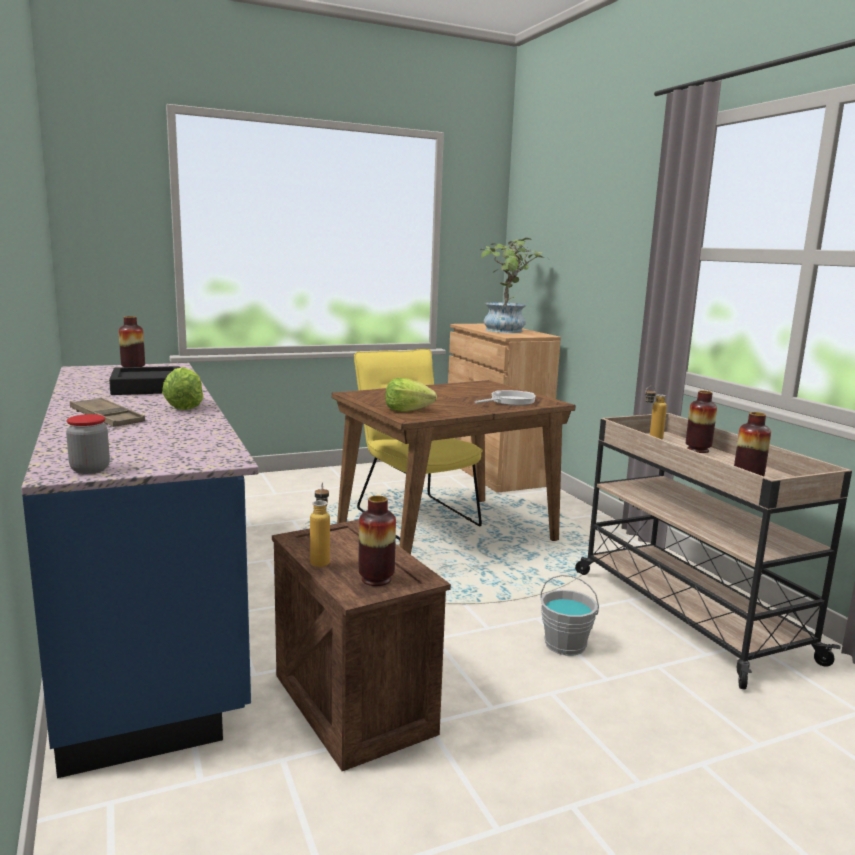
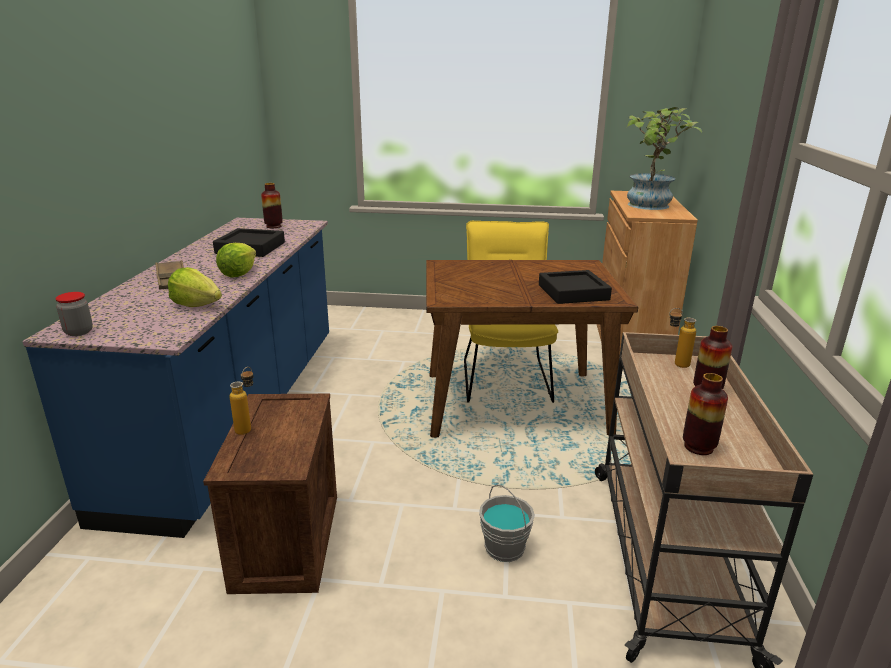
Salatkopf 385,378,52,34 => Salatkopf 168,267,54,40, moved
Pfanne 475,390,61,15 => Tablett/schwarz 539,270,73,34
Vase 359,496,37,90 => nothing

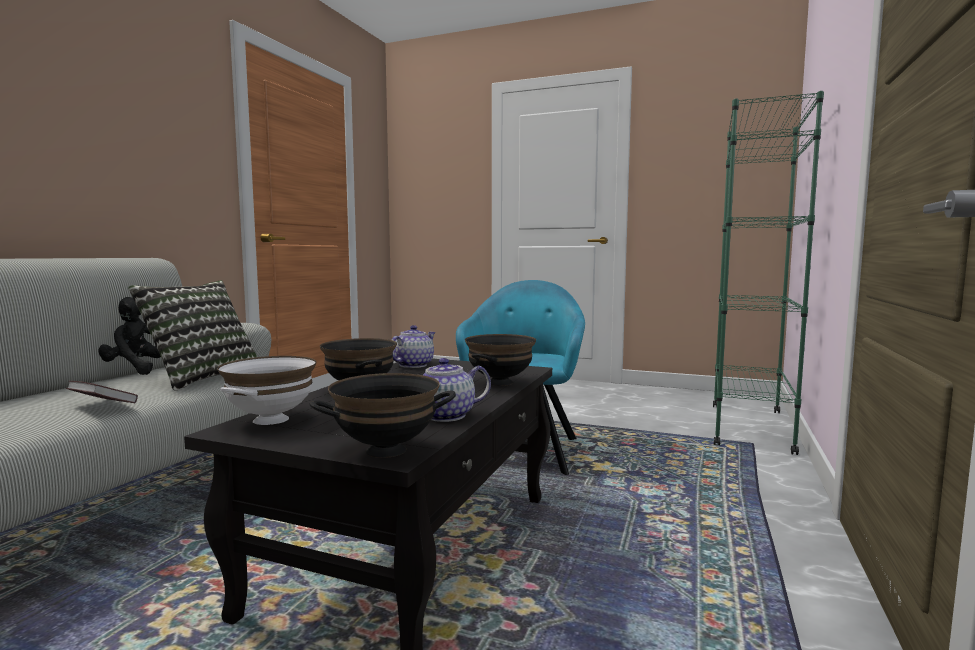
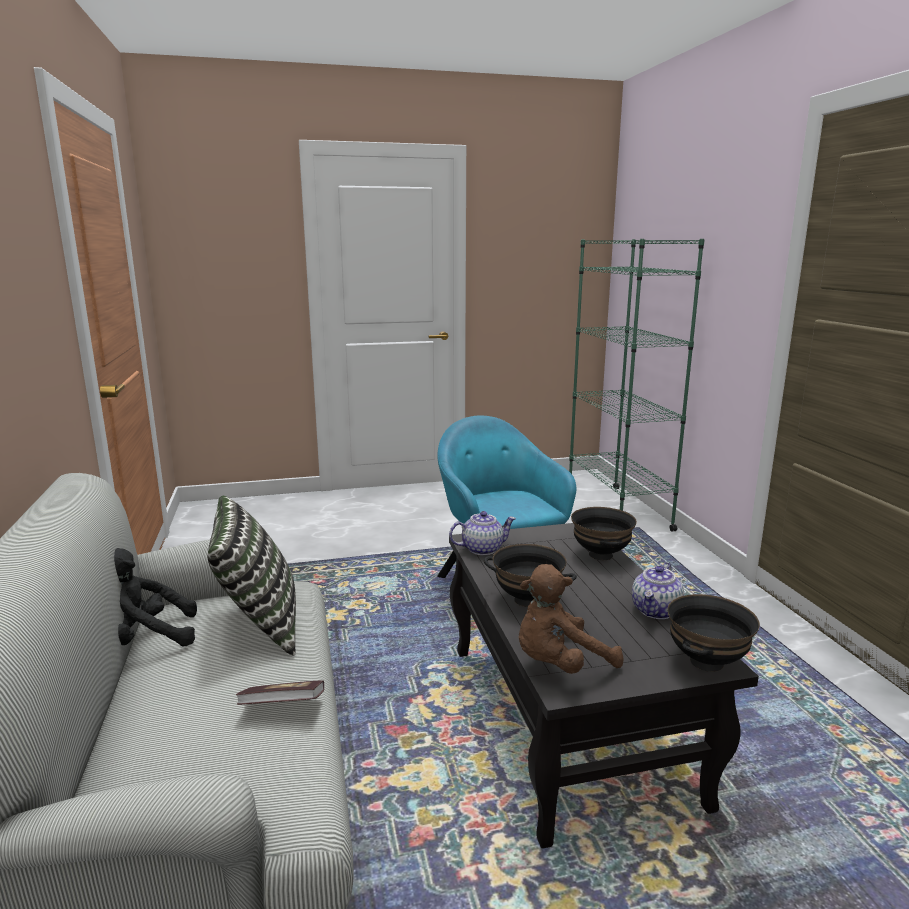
Teekanne 392,325,44,43 => Teekanne 449,511,67,44, 75 degrees clockwise
Schüssel/weiß 217,356,99,69 => Plüschtier/braun 519,564,105,110

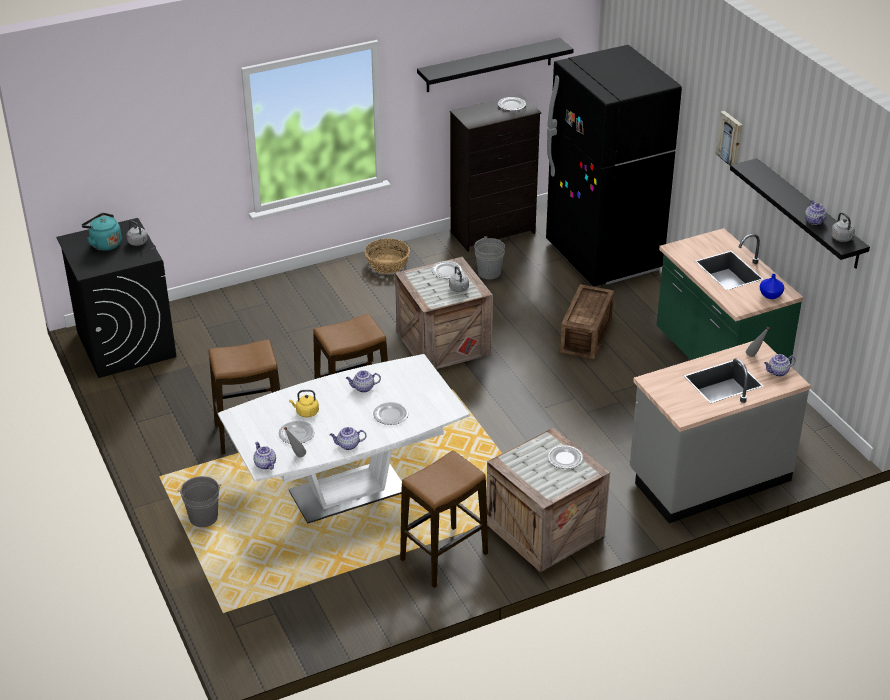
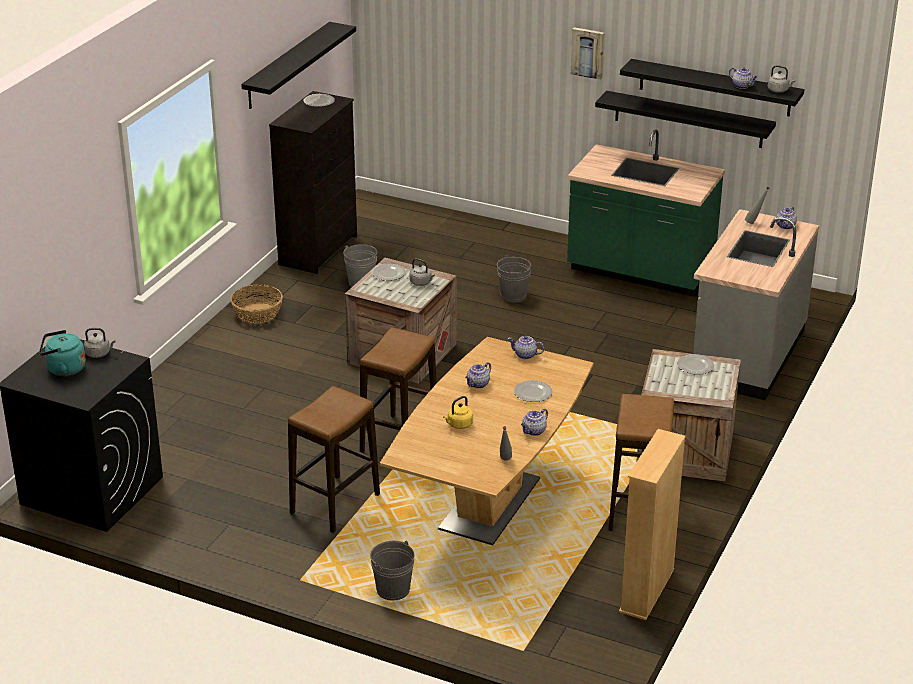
Esstisch/weiß 218,354,252,170 => Esstisch/braun 380,337,214,208
Kiste 560,284,54,75 => Eimer/grau 497,255,34,48
Teekanne 253,442,23,28 => Teekanne 508,336,36,23, moved
nothing => Wandregal/schwarz 595,91,181,57
nothing => Bücherregal/beige 619,429,67,191
Teller 279,421,36,23 => nothing
Kühlschrank/schwarz 546,45,136,242 => nothing
Vase/blau 760,274,24,25 => nothing

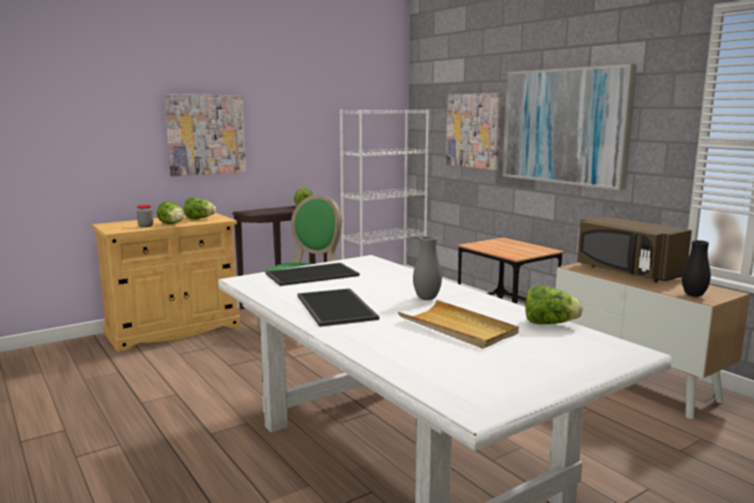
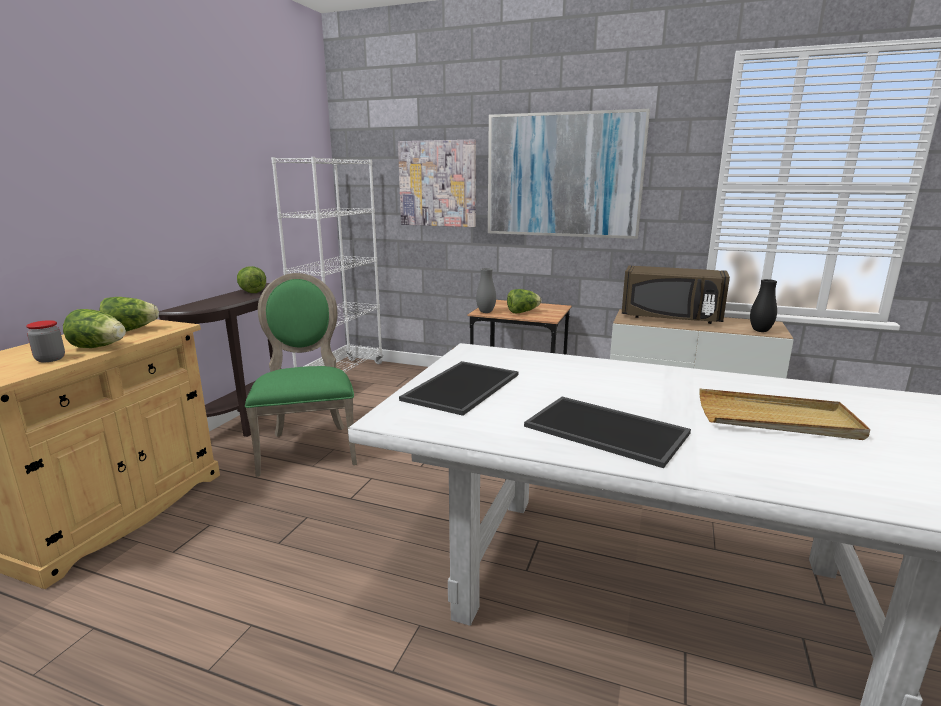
Vase/grau 413,236,29,64 => Vase/grau 476,268,20,45, moved
Salatkopf 525,286,58,39 => Salatkopf 507,289,34,24, moved
Bild 164,94,82,82 => nothing

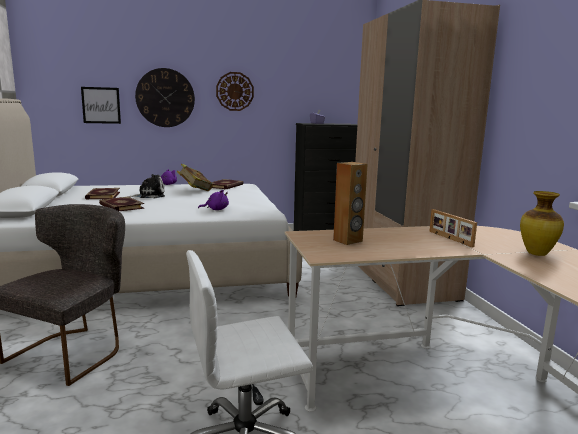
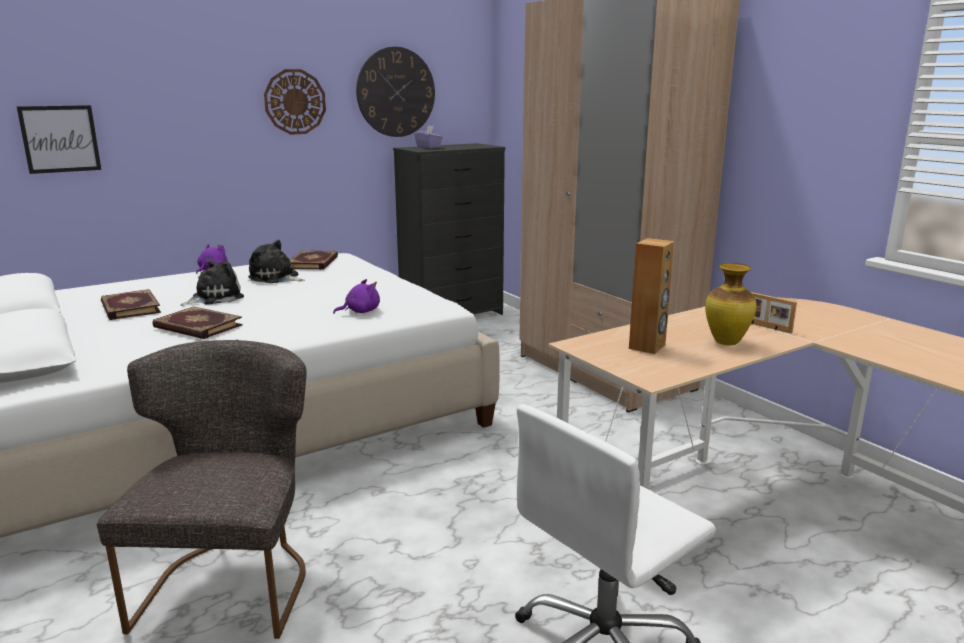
Buch 177,164,36,27 => Plüschtier 248,240,56,43
Wanduhr 135,68,60,59 => Wanduhr 356,47,79,90, moved
Vase 520,191,44,65 => Vase 705,263,52,82, moved

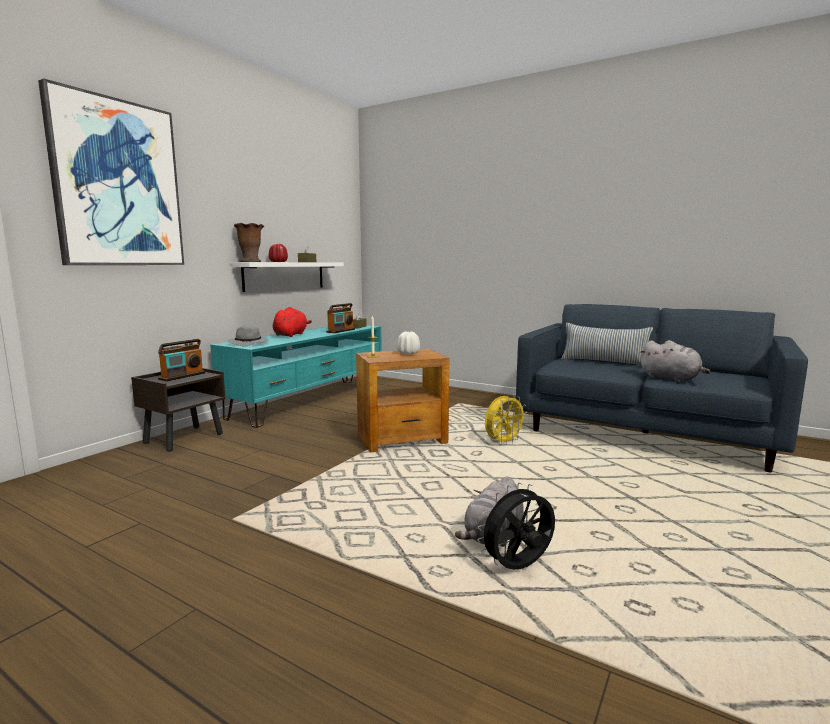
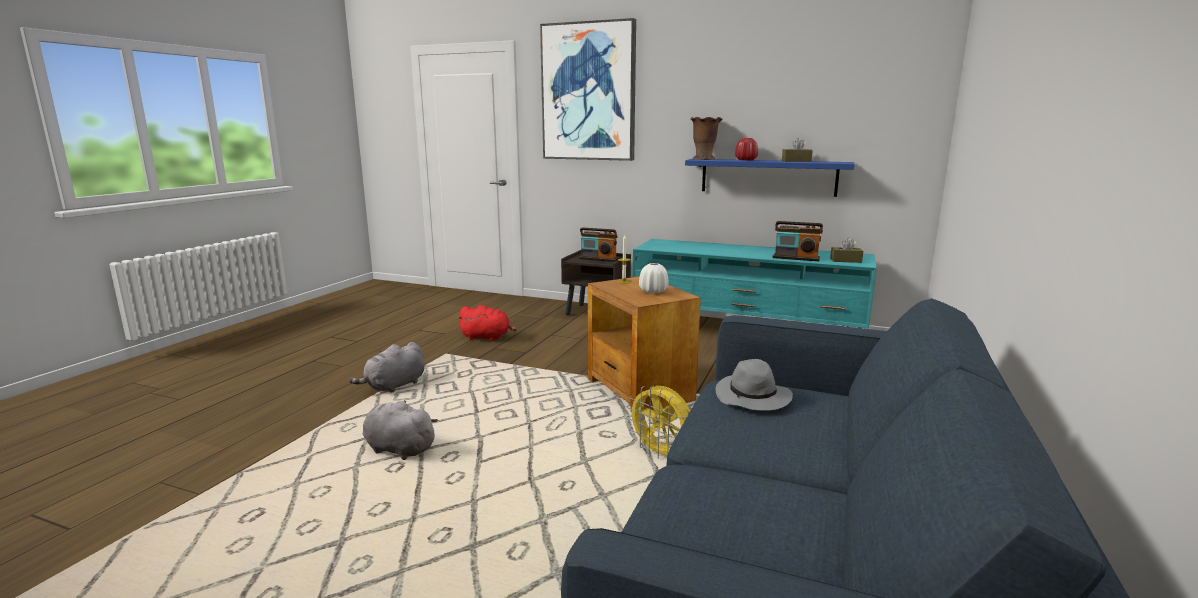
Plüschtier/grau 639,340,71,42 => Plüschtier/grau 349,342,76,50, moved
Plüschtier/rot 273,307,39,30 => Plüschtier/rot 458,305,59,36, moved
Wandregal/weiß 232,262,112,30 => Wandregal/blau 685,159,169,38
Hut/grau 228,325,41,22 => Hut/grau 715,359,78,52, moved
Ventilator/schwarz 477,483,78,87 => nothing
Kissen 561,323,92,43 => nothing

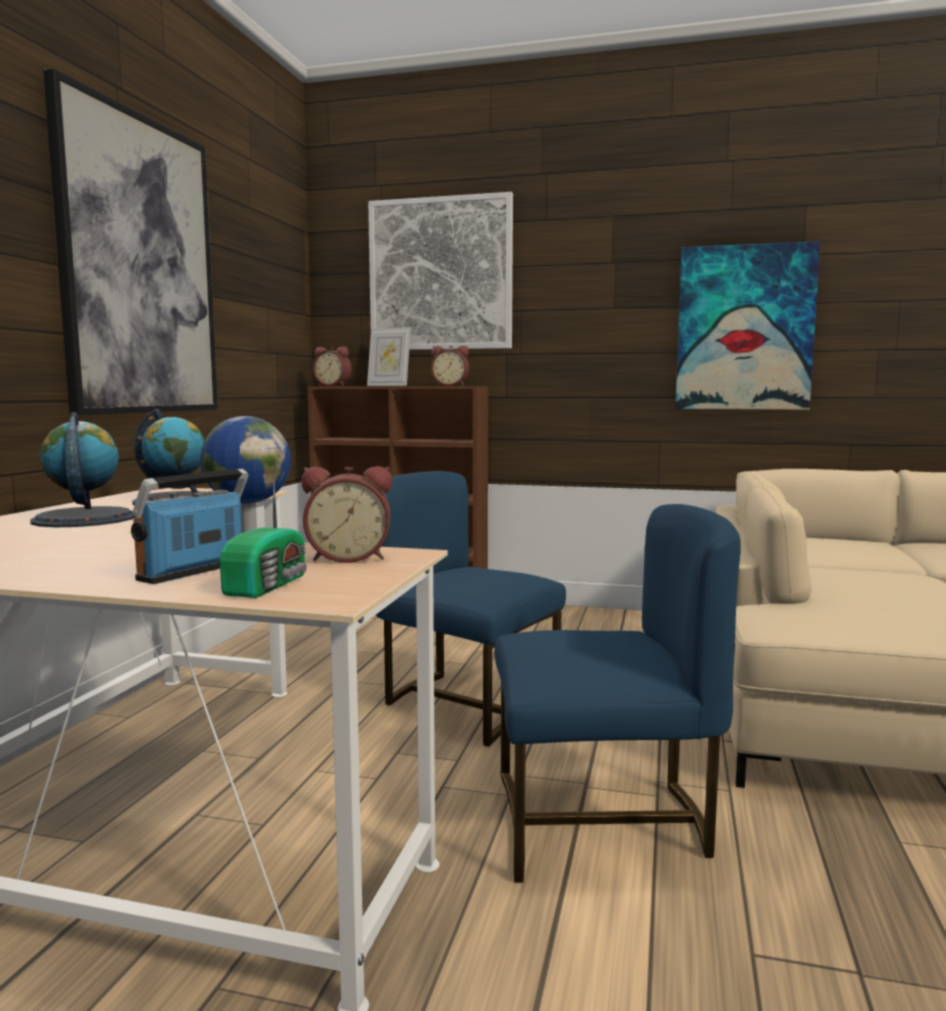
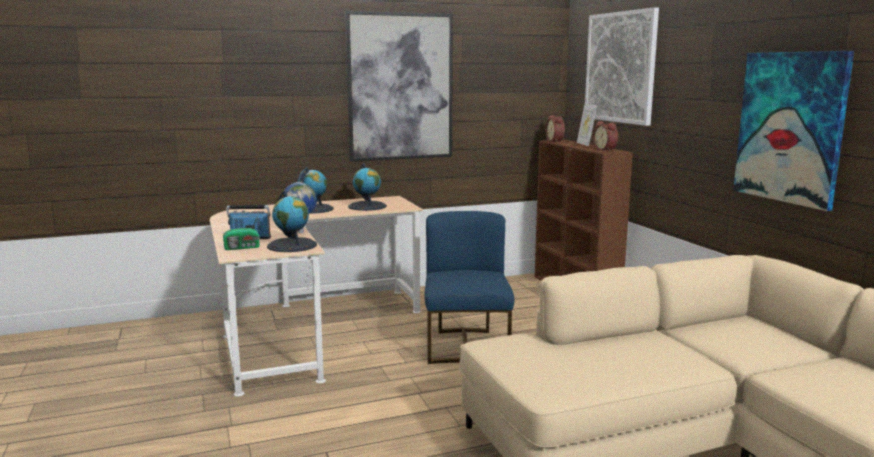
Wecker 302,466,90,97 => Globus 267,191,50,61
Stuhl/blau 494,504,247,379 => nothing

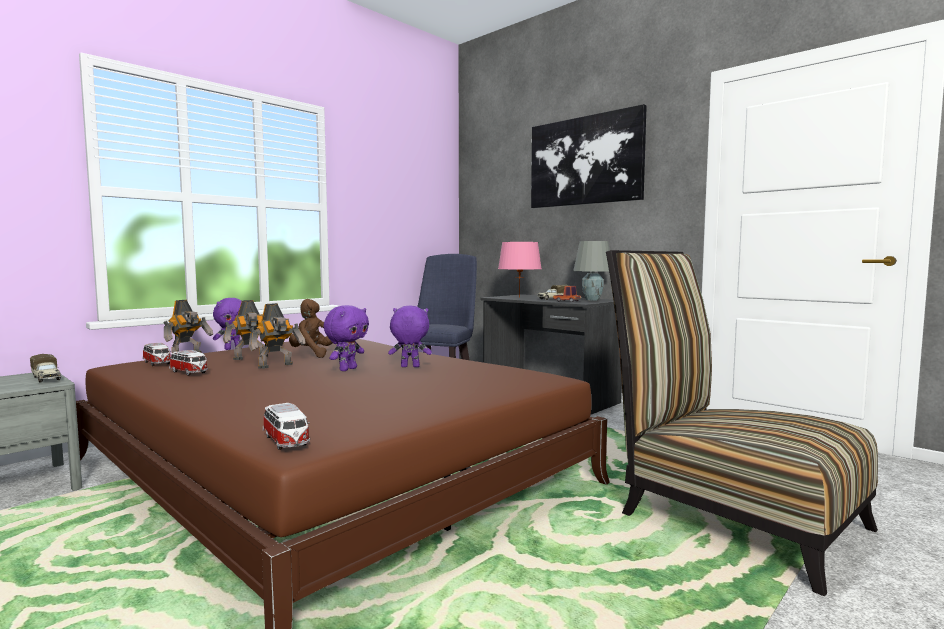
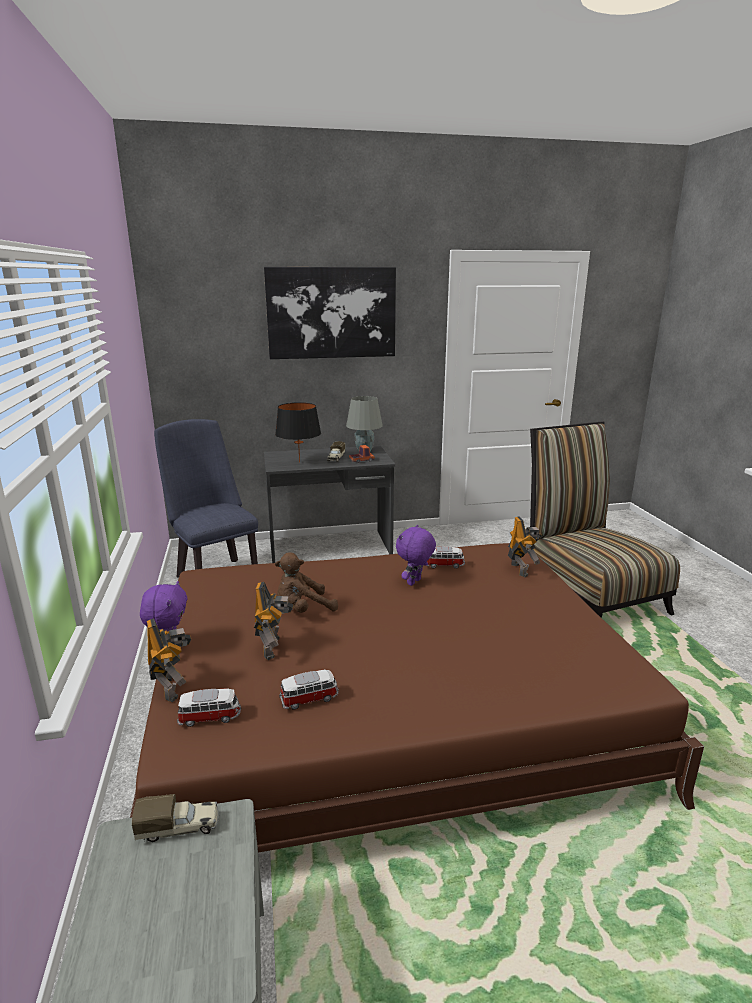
Tischlampe/rosa 498,242,44,56 => Tischlampe/schwarz 275,402,46,61
Spielzeugauto 263,403,47,47 => Spielzeugauto 427,546,38,23, moved
Spielzeugroboter 249,303,57,66 => Spielzeugroboter 508,516,34,61, moved
Stuhl 606,250,272,346 => Stuhl 530,421,150,197, 75 degrees clockwise
Plüschtier/lila 323,305,46,66 => nothing

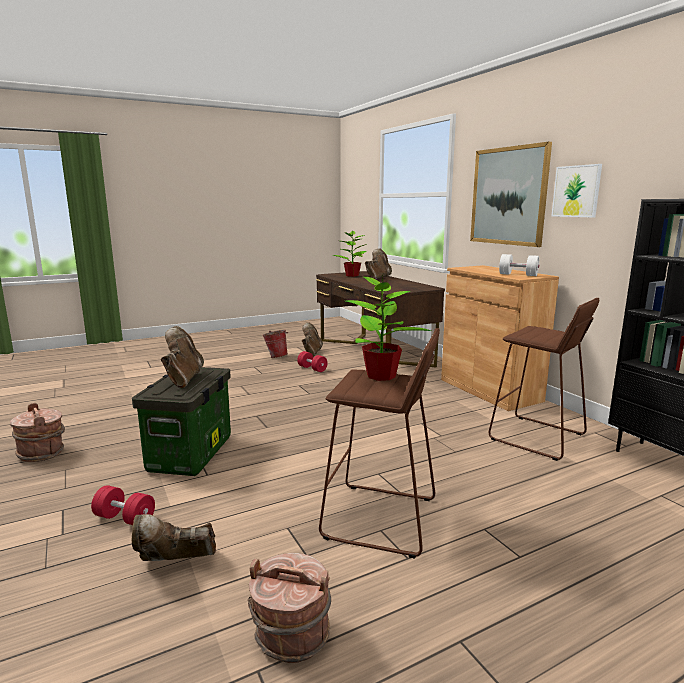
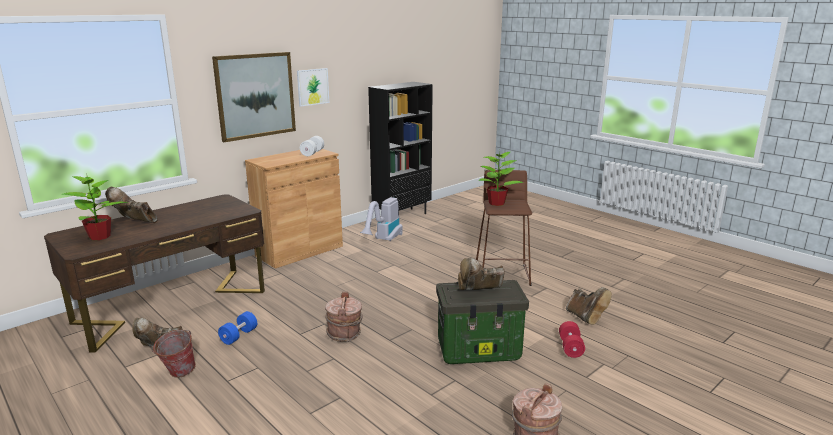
Hantel/rot 297,351,31,21 => Hantel/blau 218,311,39,34
Eimer/braun 248,553,83,110 => Eimer/braun 325,291,37,51, moved
Hocker/braun 489,298,110,163 => Staubsauger 360,197,43,44

